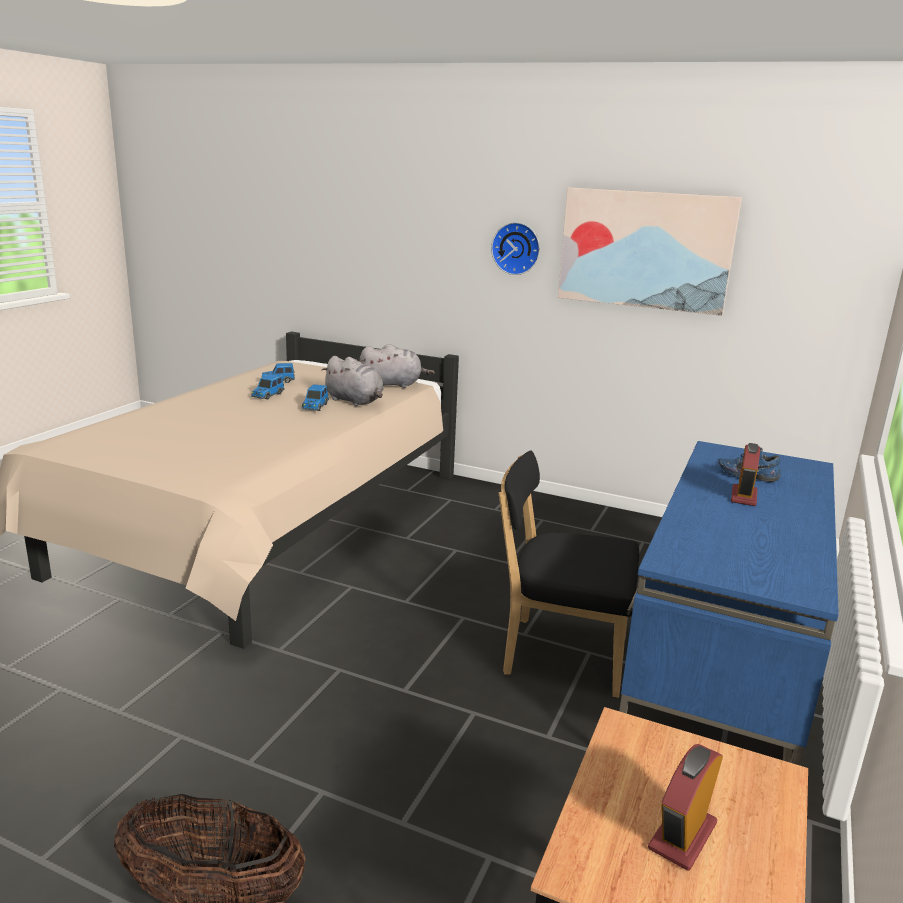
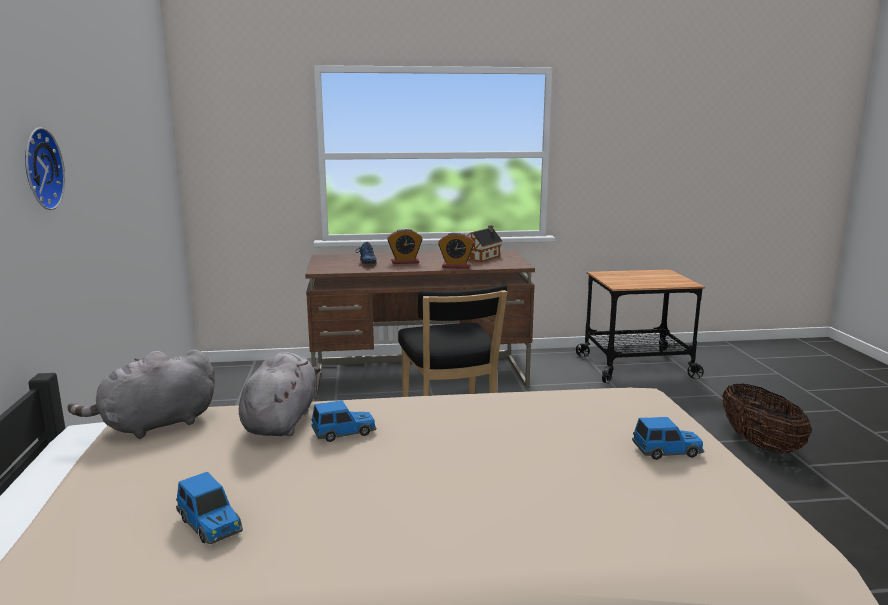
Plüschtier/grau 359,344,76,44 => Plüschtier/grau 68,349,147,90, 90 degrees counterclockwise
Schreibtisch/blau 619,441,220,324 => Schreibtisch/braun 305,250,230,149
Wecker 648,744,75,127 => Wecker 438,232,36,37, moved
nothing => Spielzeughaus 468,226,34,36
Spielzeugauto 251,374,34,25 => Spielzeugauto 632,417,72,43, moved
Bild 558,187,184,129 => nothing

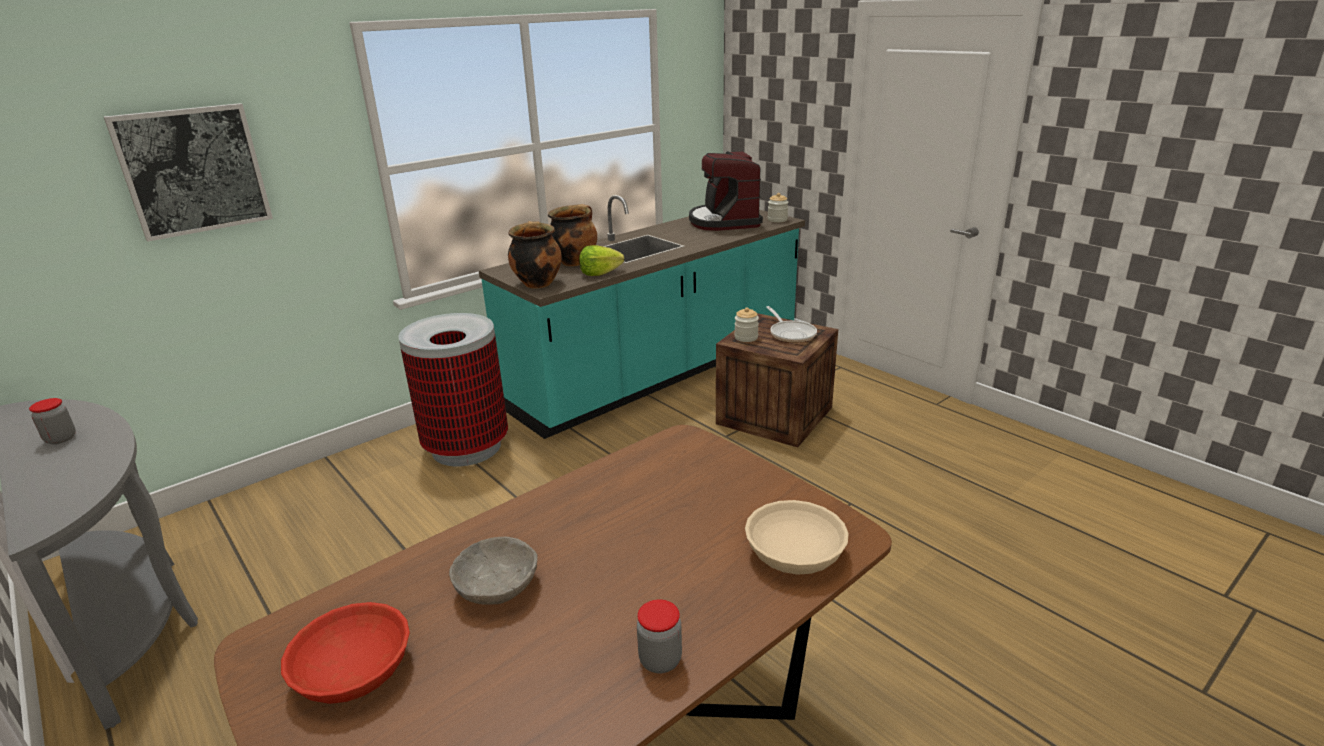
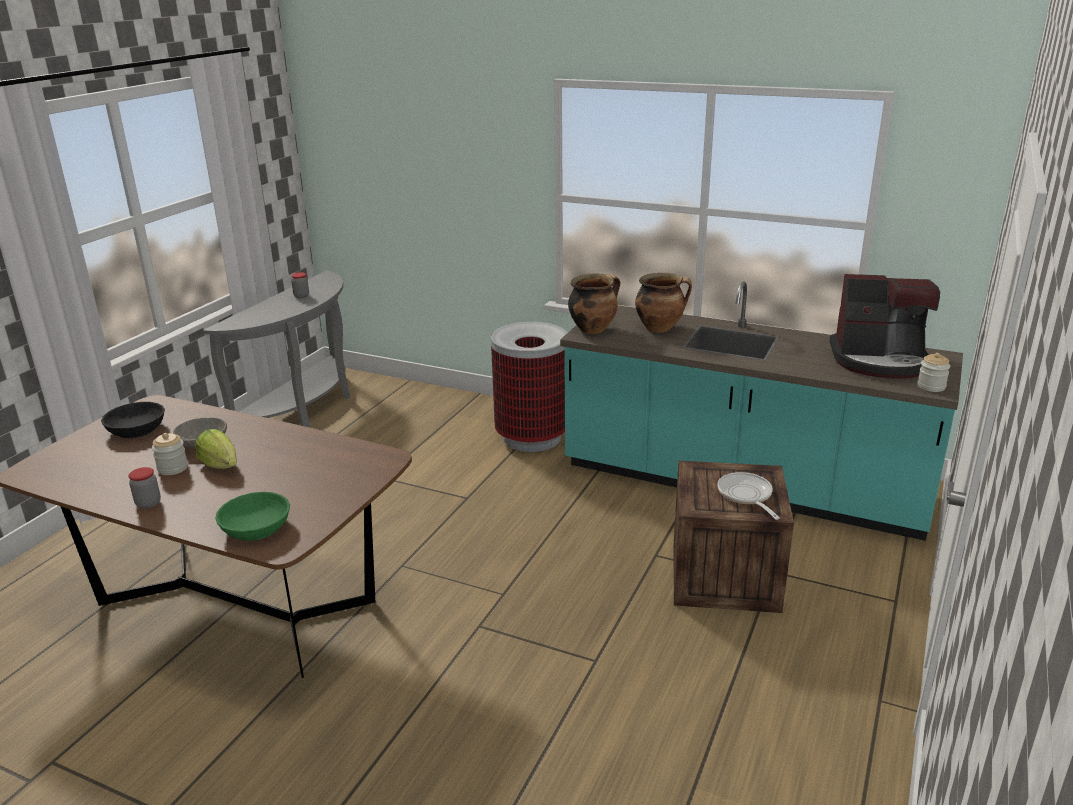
Schüssel/rot 281,602,129,102 => Schüssel/schwarz 101,402,64,36
Vorratsglas 734,307,25,35 => Vorratsglas 152,433,36,42, moved
Salatkopf 579,245,45,31 => Salatkopf 195,429,42,40, moved
Schüssel/beige 745,500,104,75 => Schüssel/grün 215,492,75,49
Pfanne 766,306,51,37 => Pfanne 717,472,63,48, 120 degrees clockwise
Kaffeemaschine 689,151,74,80 => Kaffeemaschine 829,274,111,105, 135 degrees counterclockwise
Bild 103,103,170,139 => nothing

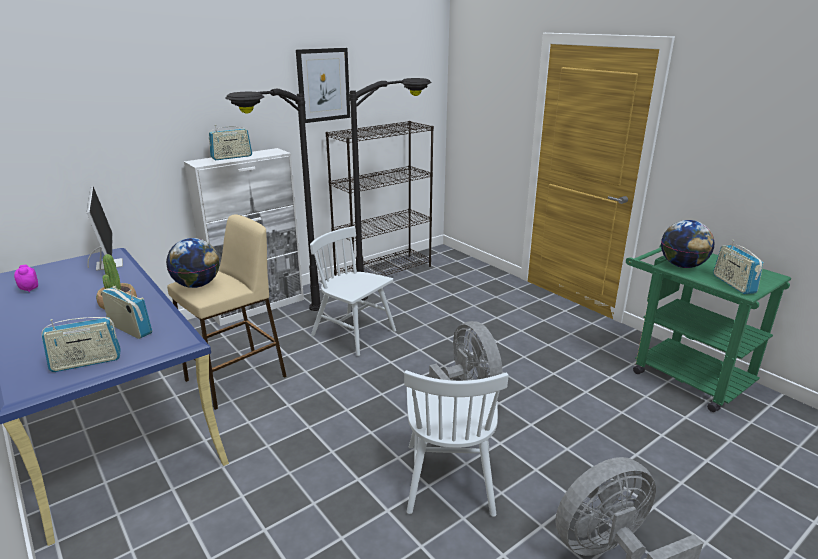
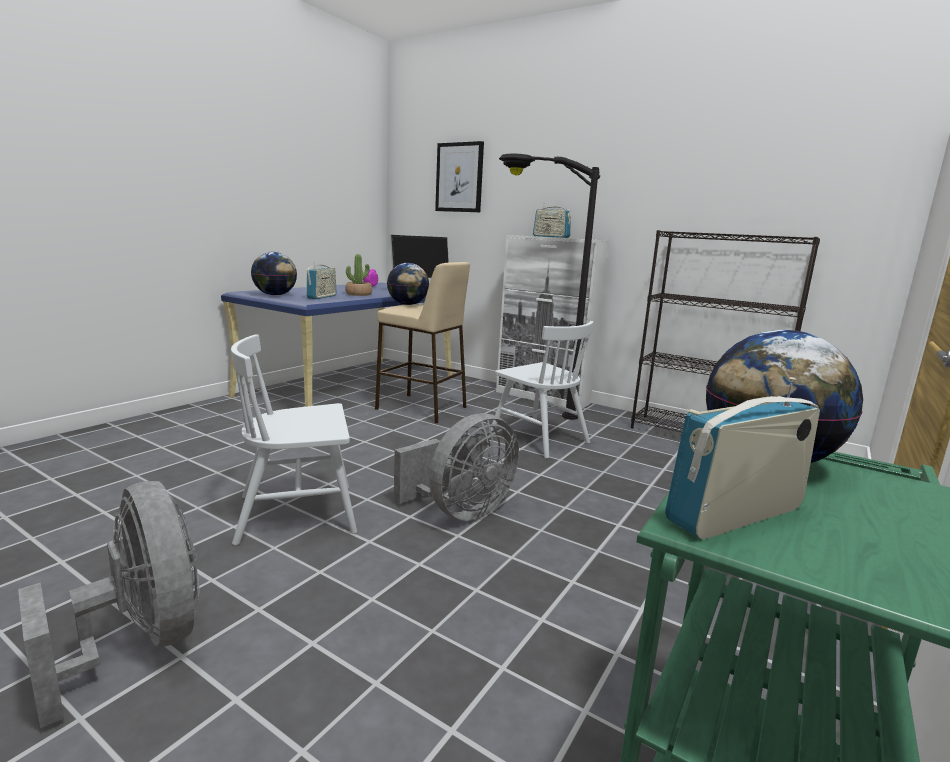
Radio 41,317,80,55 => Globus 251,252,46,44
Bild 296,48,54,75 => Bild 435,141,49,71, moved
Stuhl/weiß 310,226,86,130 => Stuhl/weiß 489,321,105,137, 120 degrees clockwise
Stehlampe/schwarz 349,78,83,223 => nothing

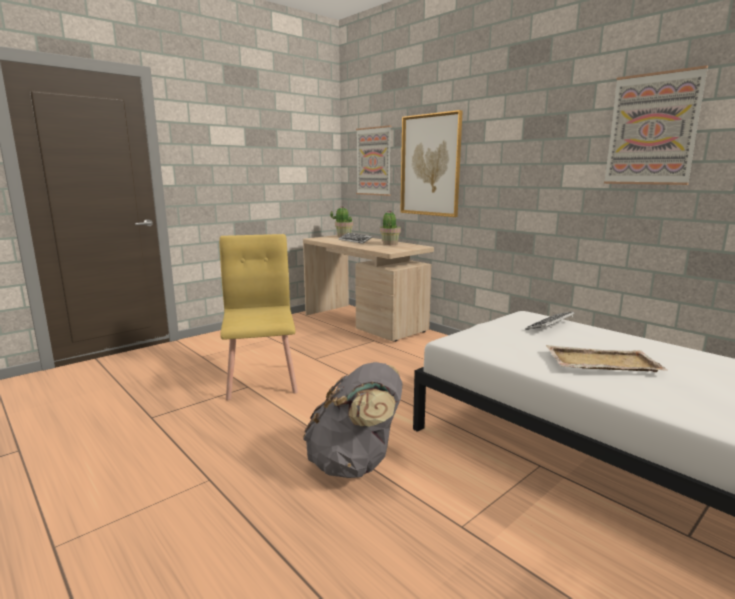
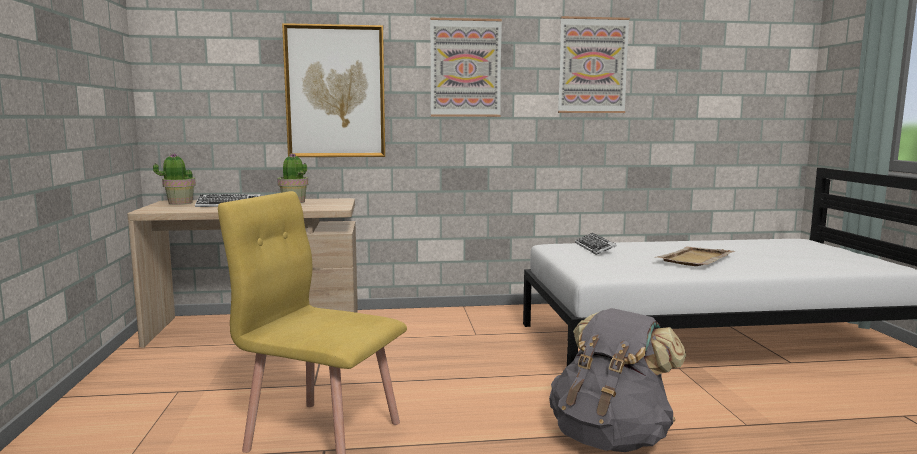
Bild 356,125,35,71 => Bild 430,18,72,99, moved

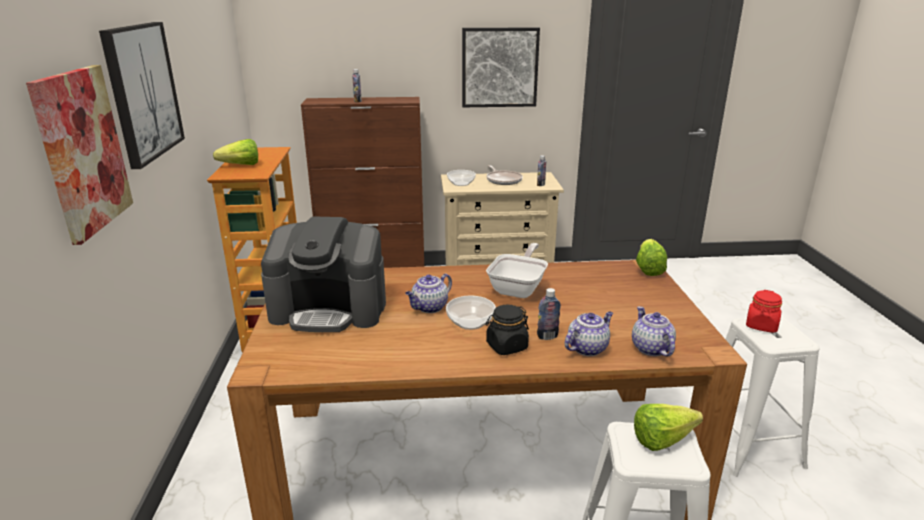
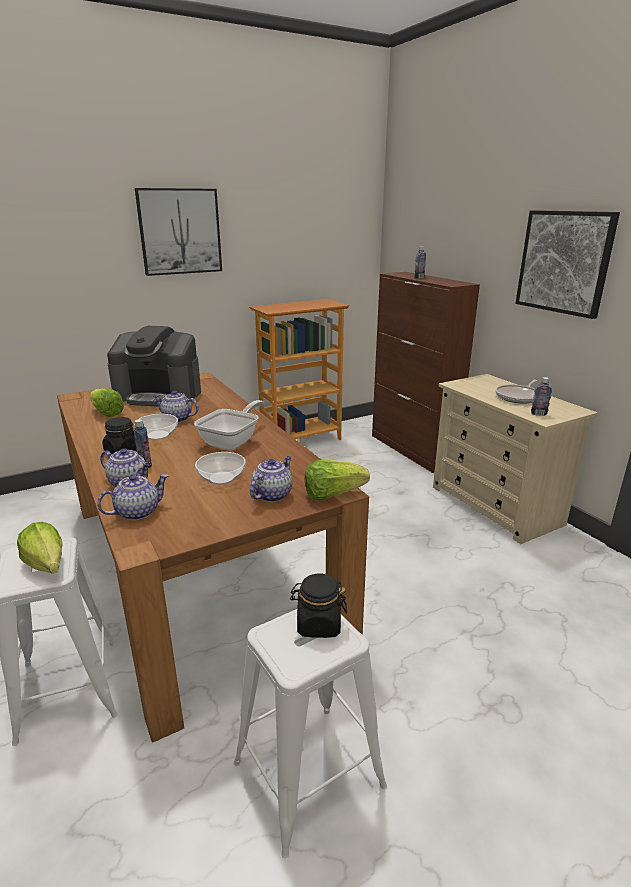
Salatkopf 213,139,45,26 => Salatkopf 90,388,34,29, moved
Kaffeemaschine 261,216,125,116 => Kaffeemaschine 107,326,94,80, 60 degrees counterclockwise
Pfanne 486,243,62,55 => Pfanne 194,400,70,50, 60 degrees counterclockwise
Schüssel 447,170,29,16 => Schüssel 195,452,51,33, moved
nothing => Teekanne 250,456,42,46
Vorratsglas/rot 746,290,36,43 => Vorratsglas/schwarz 290,574,57,64
Bild 26,65,107,180 => nothing

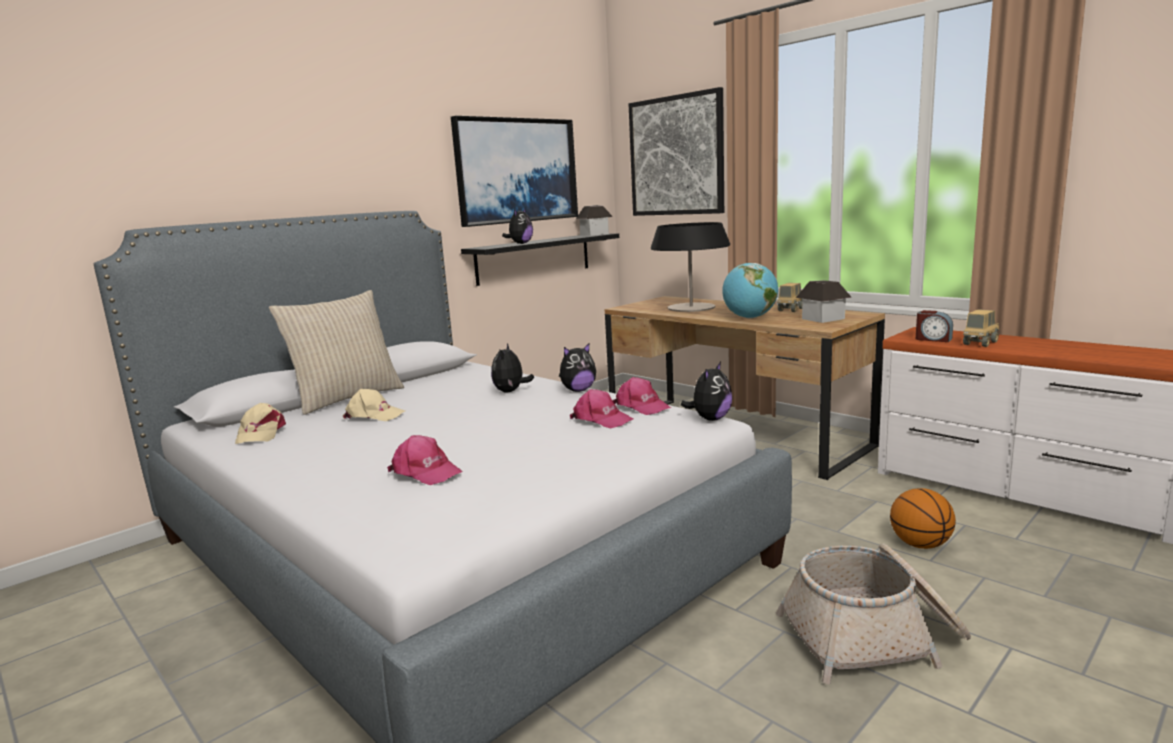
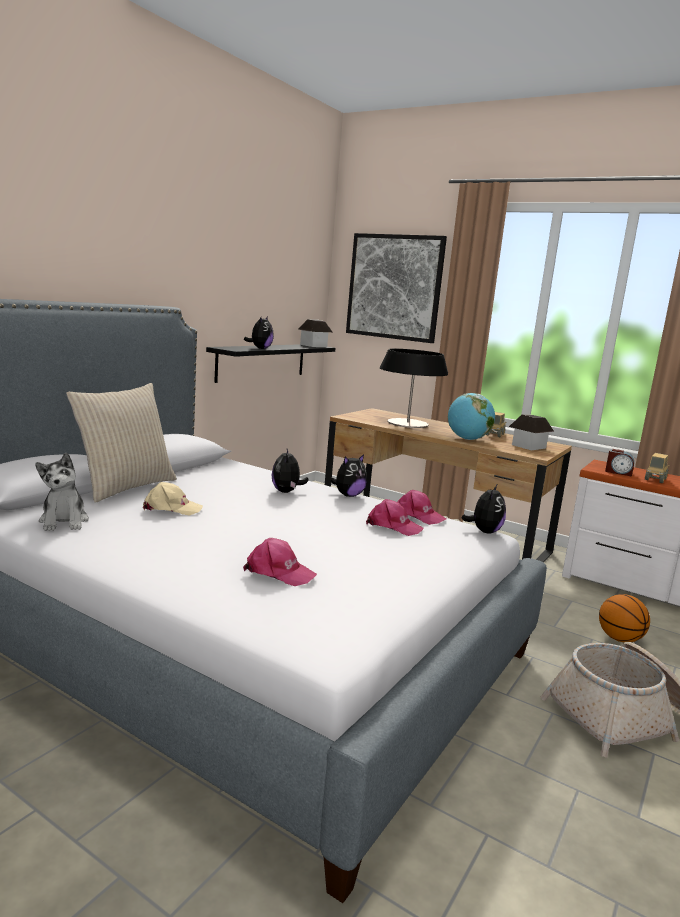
Kappe/beige 235,403,51,41 => Plüschtier 35,453,54,78
Bild 451,116,127,111 => nothing

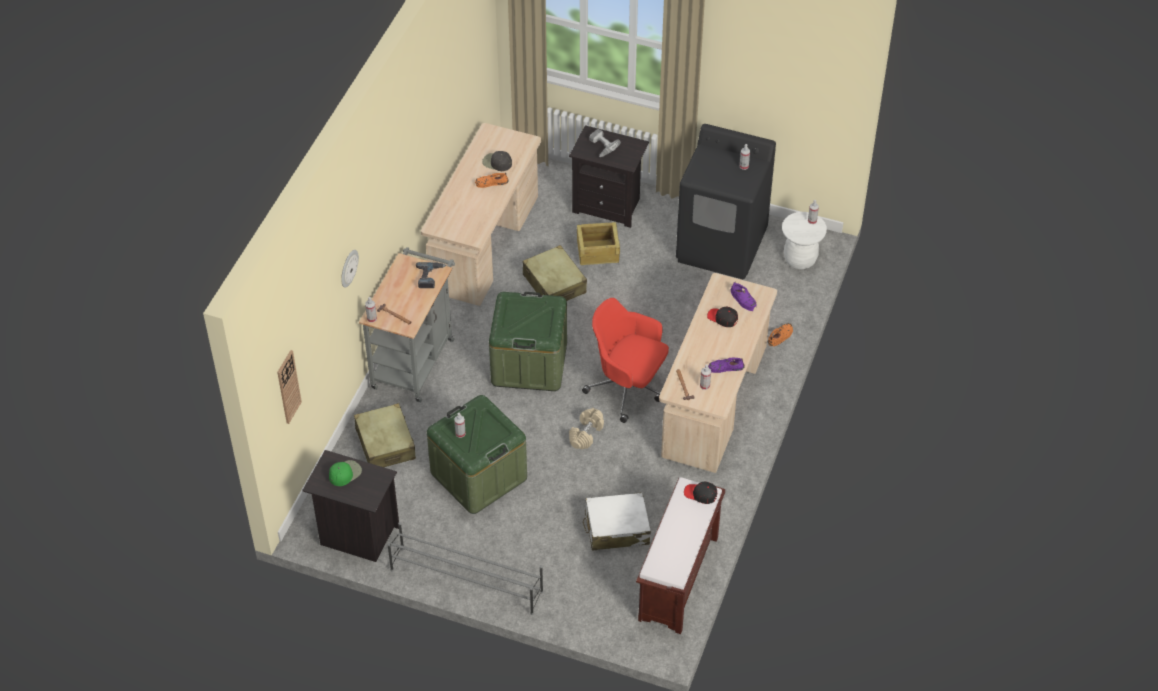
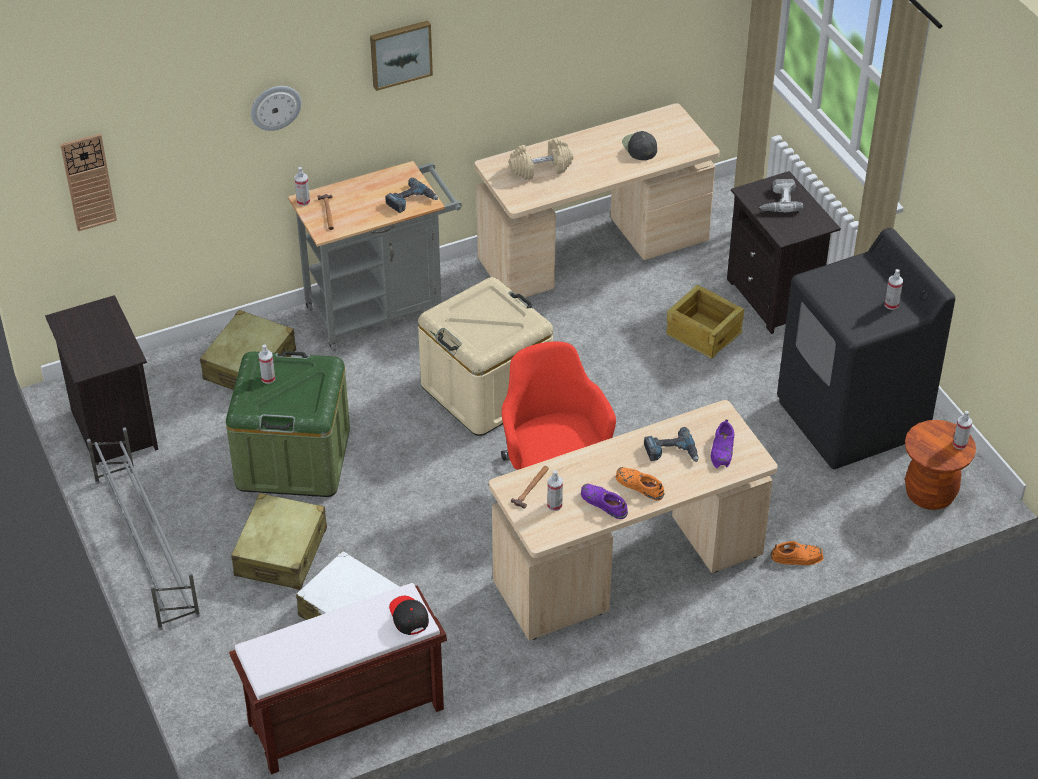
Koffer/beige 523,245,64,56 => Koffer/beige 231,493,96,97, moved
nothing => Bild 370,20,63,71
Aufbewahrungsbox/grün 489,292,78,99 => Aufbewahrungsbox/beige 418,277,135,159
Hantel/beige 569,408,35,41 => Hantel/beige 509,139,64,41, moved
Schuh/orange 475,173,34,15 => Schuh/orange 616,467,49,33, moved
Kappe/schwarz 707,307,31,20 => Bohrmaschine 644,427,54,35
Hocker/weiß 782,212,45,57 => Hocker/braun 905,420,71,90
Kappe/grün 329,460,33,26 => nothing

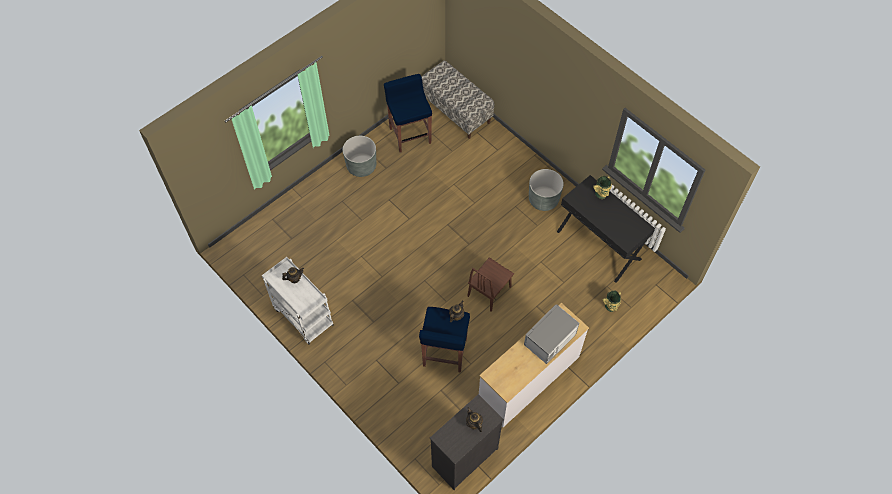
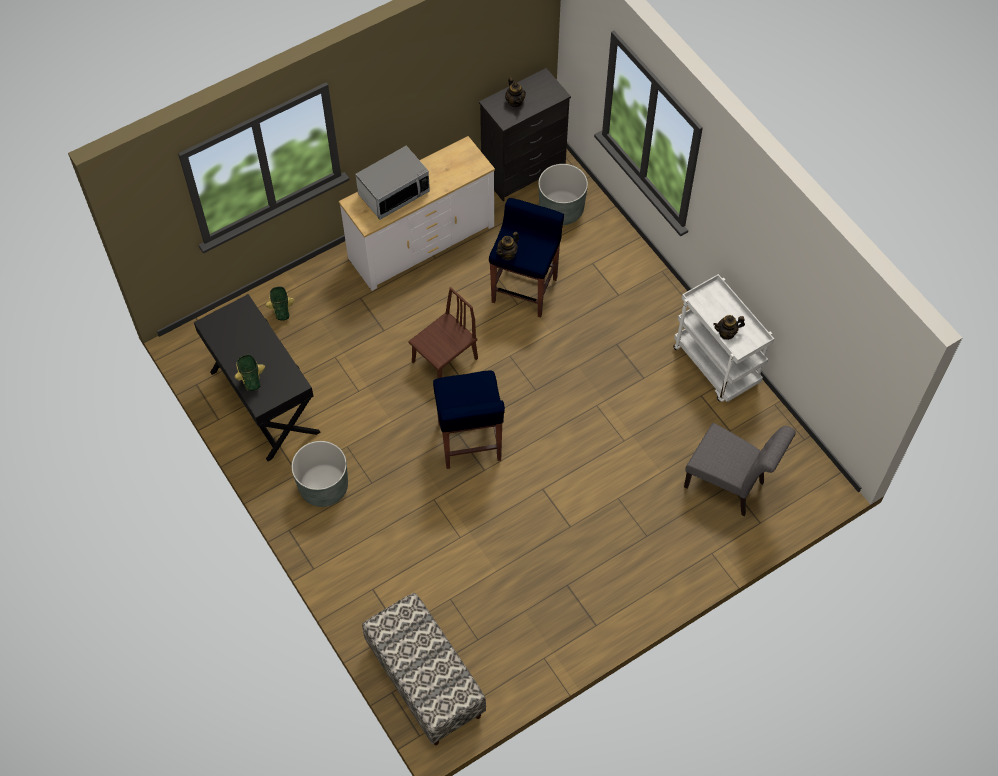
Hocker/blau 384,74,48,78 => Hocker/blau 433,371,72,98, moved
Pflanzkübel/grau 343,136,33,41 => Pflanzkübel/grau 538,164,50,61, moved
nothing => Stuhl/grau 684,423,112,93

